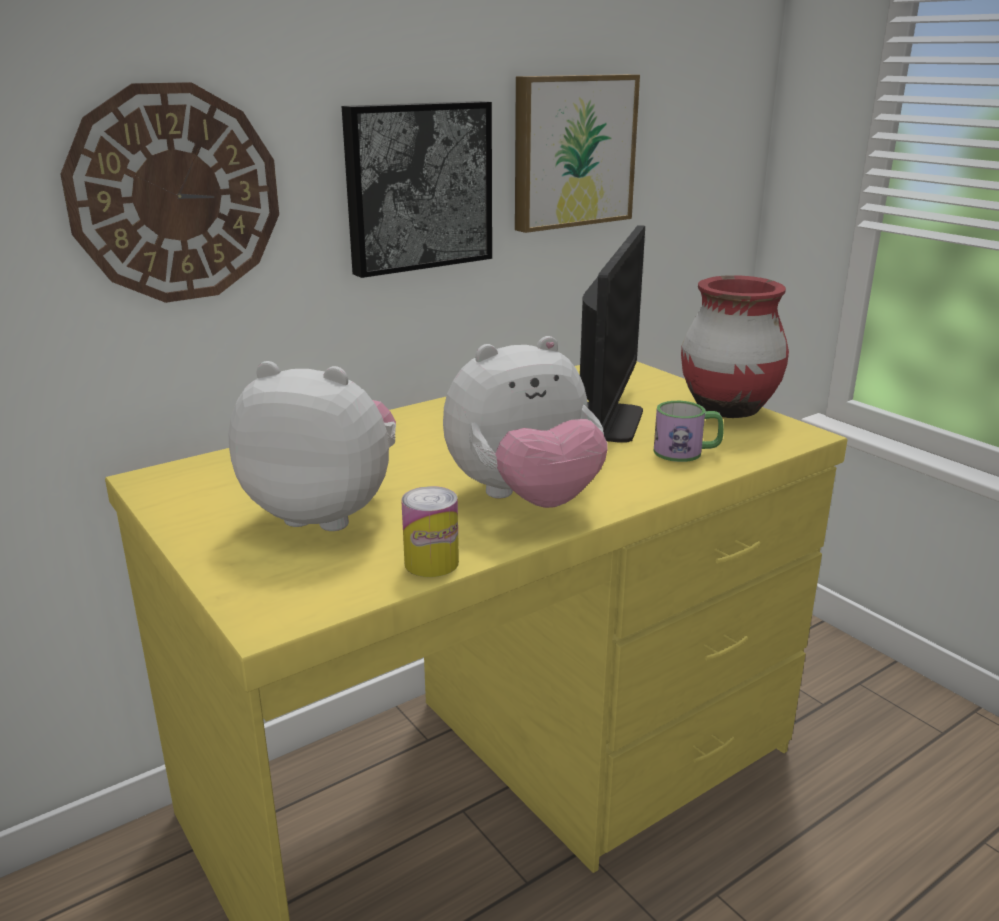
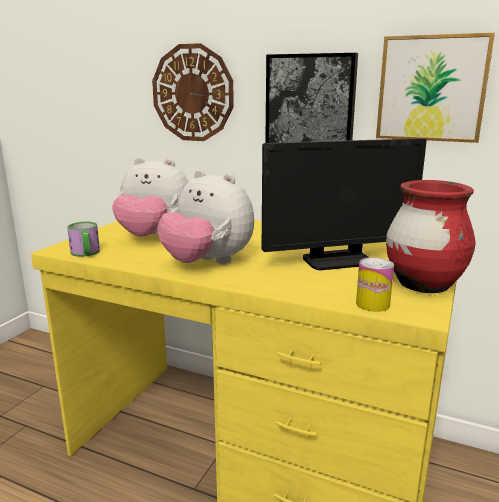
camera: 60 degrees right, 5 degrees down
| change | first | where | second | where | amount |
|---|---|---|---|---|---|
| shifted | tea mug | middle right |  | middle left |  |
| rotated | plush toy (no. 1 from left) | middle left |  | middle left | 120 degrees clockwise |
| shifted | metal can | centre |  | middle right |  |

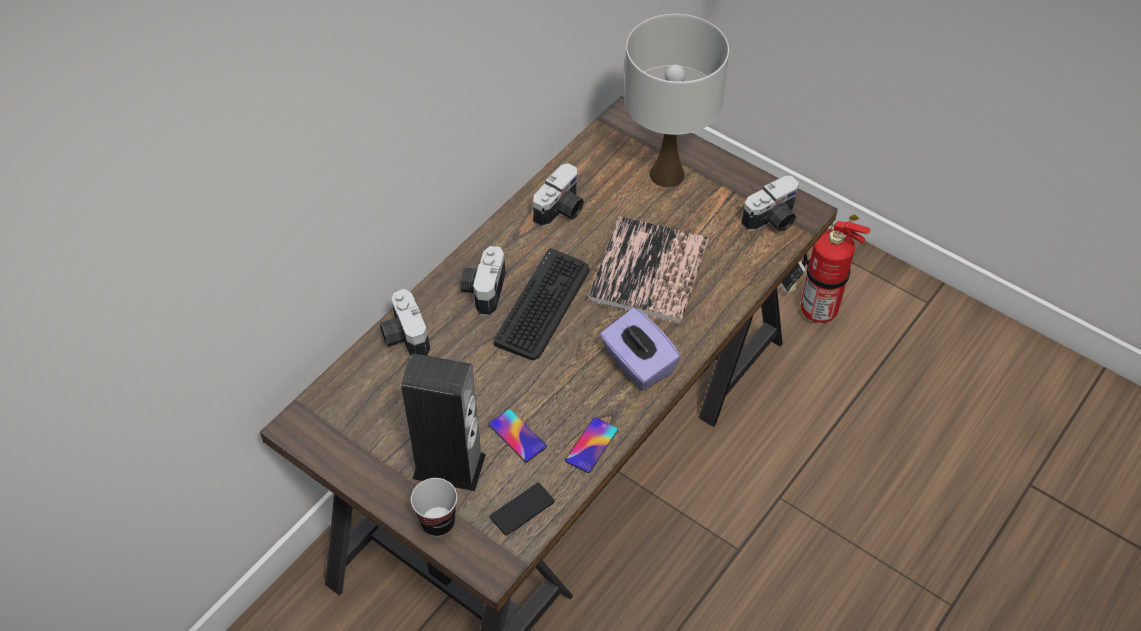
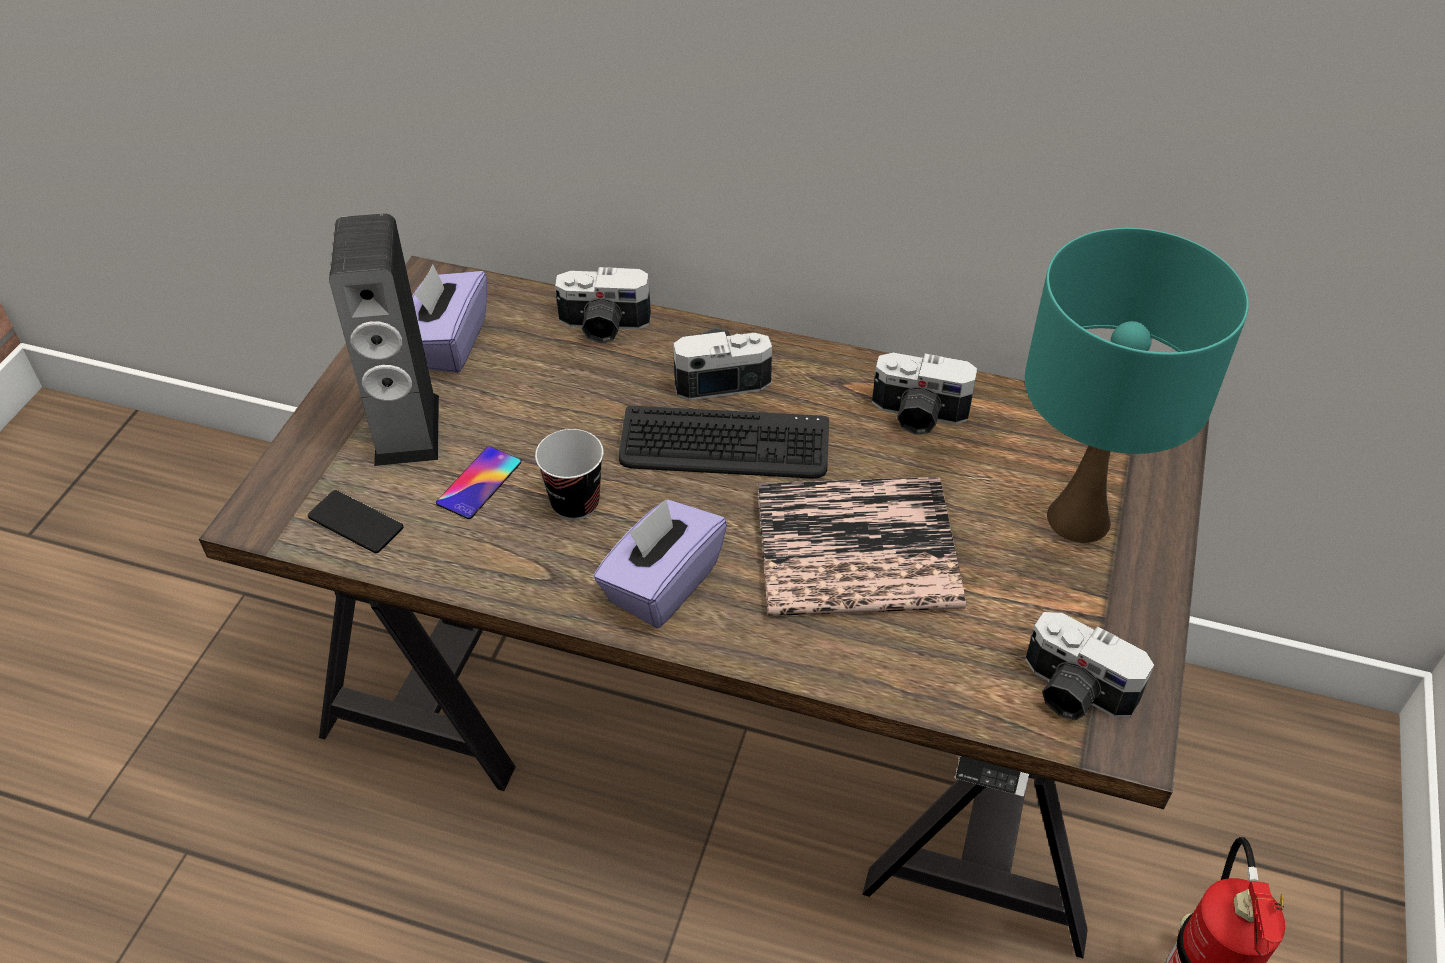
camera: 70 degrees right, 5 degrees down
| change | first | where | second | where | amount |
|---|---|---|---|---|---|
| new |  |  | purple-coloured tissue holder (no. 1 from left) | top left |  |
| shifted | small cup | bottom centre |  | centre |  |
| rotated | photo camera (no. 1 from left) | centre |  | top centre | 135 degrees counterclockwise |
| repainted | white lamp for a table | top centre | turquoise-coloured lamp for a table | middle right |  |
| gone | telephone (no. 3 from left) | bottom centre |  |  |  |

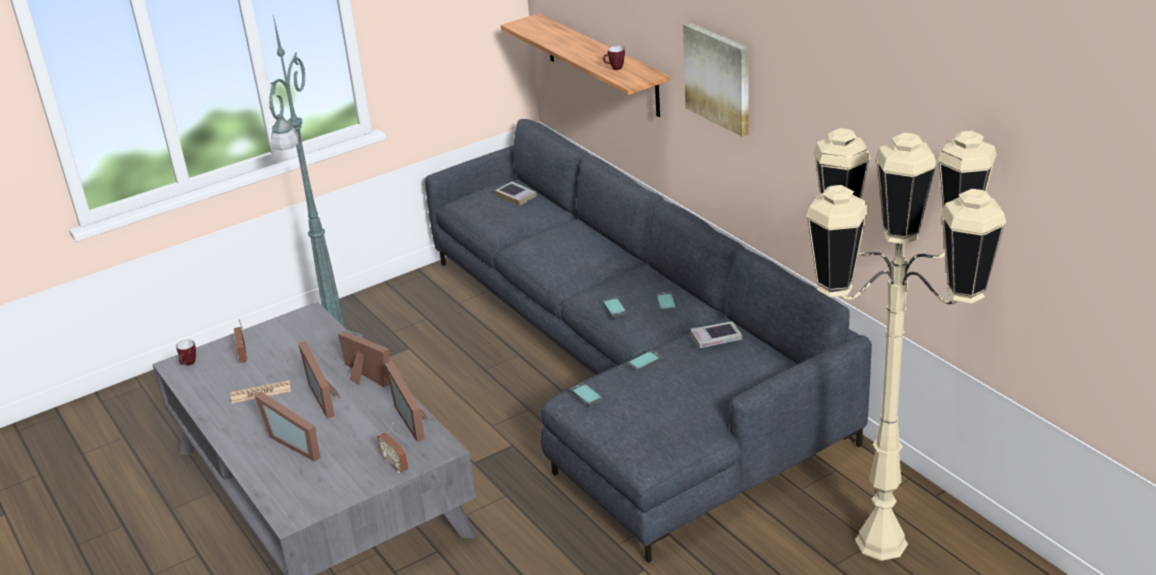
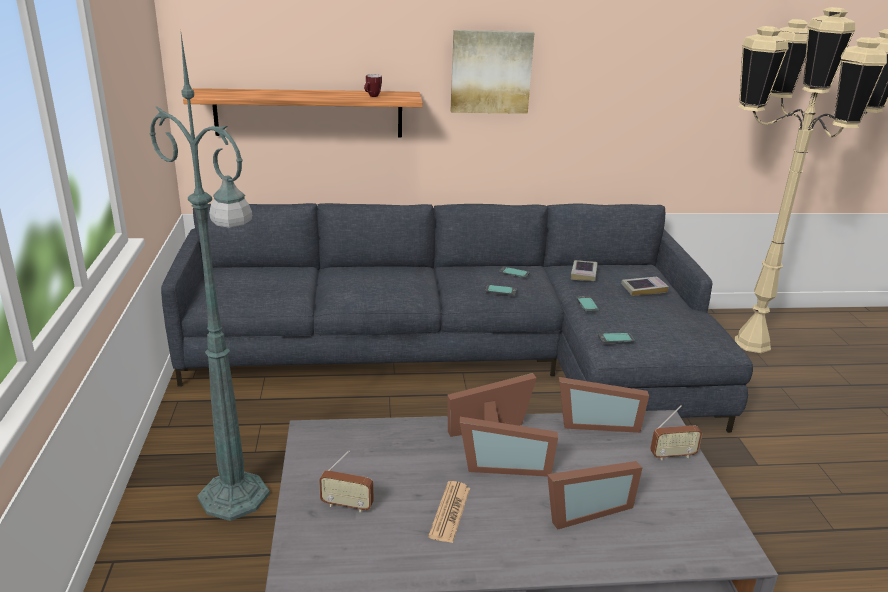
camera: 65 degrees left, 5 degrees down
| change | first | where | second | where | amount |
|---|---|---|---|---|---|
| shifted | book (no. 1 from left in the first image) | centre | book (no. 2 from left) | middle right |  |
| gone | tea mug (no. 1 from left) | middle left |  |  |  |

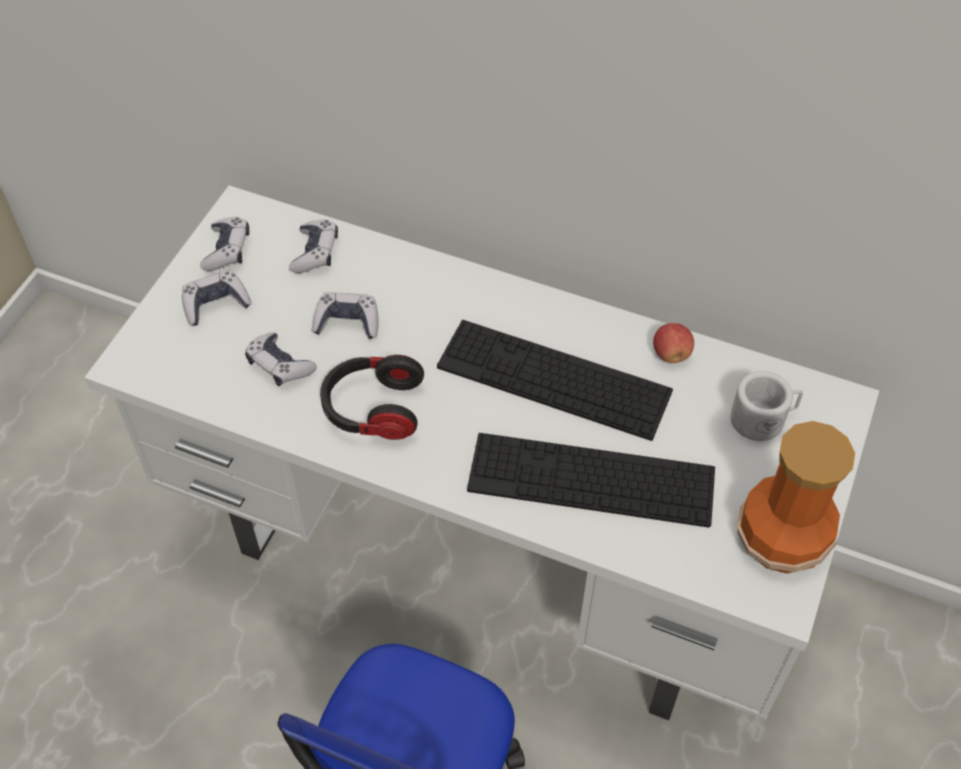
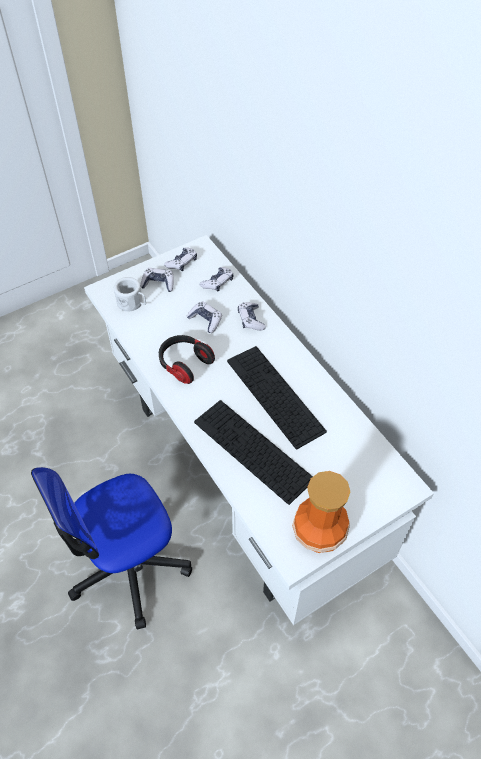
camera: 35 degrees right, 0 degrees up
| change | first | where | second | where | amount |
|---|---|---|---|---|---|
| shifted | white tea mug | middle right |  | middle left |  |
| shifted | gamepad (no. 3 from left in the first image) | middle left | gamepad (no. 5 from left) | centre |  |
| gone | apple | middle right |  |  |  |

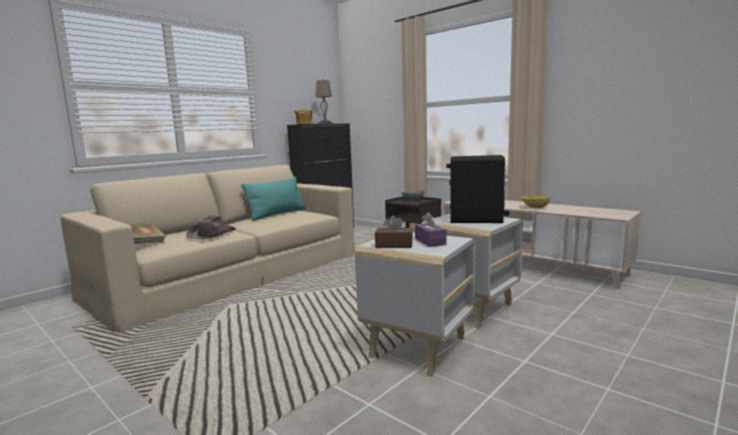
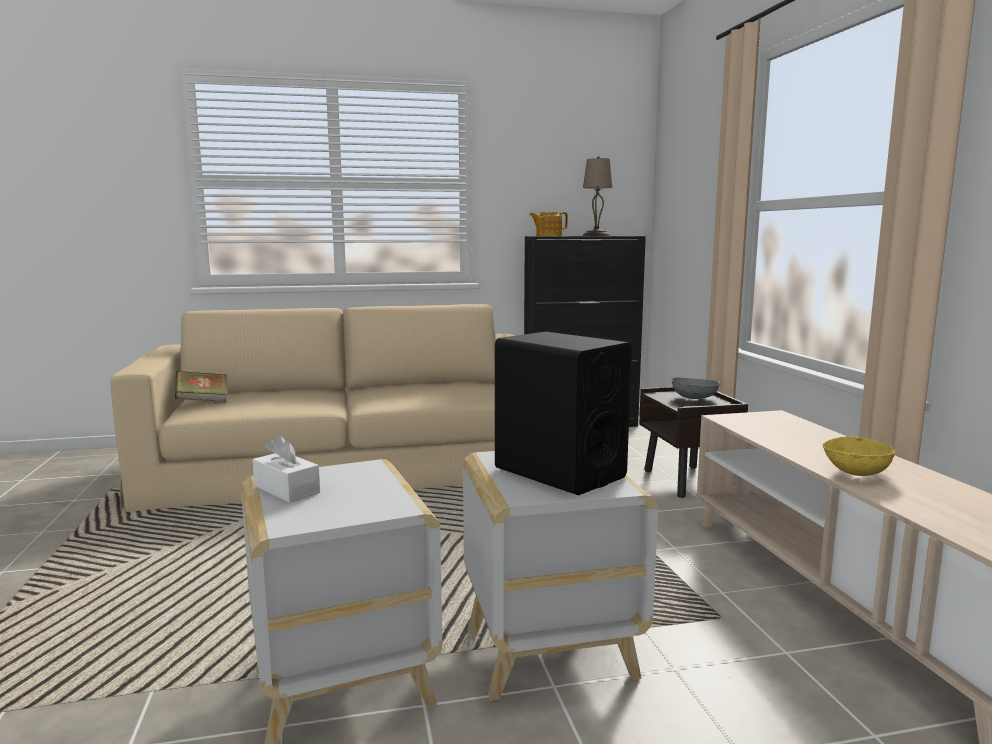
camera: 35 degrees right, 0 degrees up
| change | first | where | second | where | amount |
|---|---|---|---|---|---|
| repainted | brown tissue holder | centre | white tissue holder | middle left |  |
| gone | brown wearable hat | middle left |  |  |  |
| gone | turquoise-coloured throw pillow | centre |  |  |  |
| gone | purple-coloured tissue holder | centre |  |  |  |

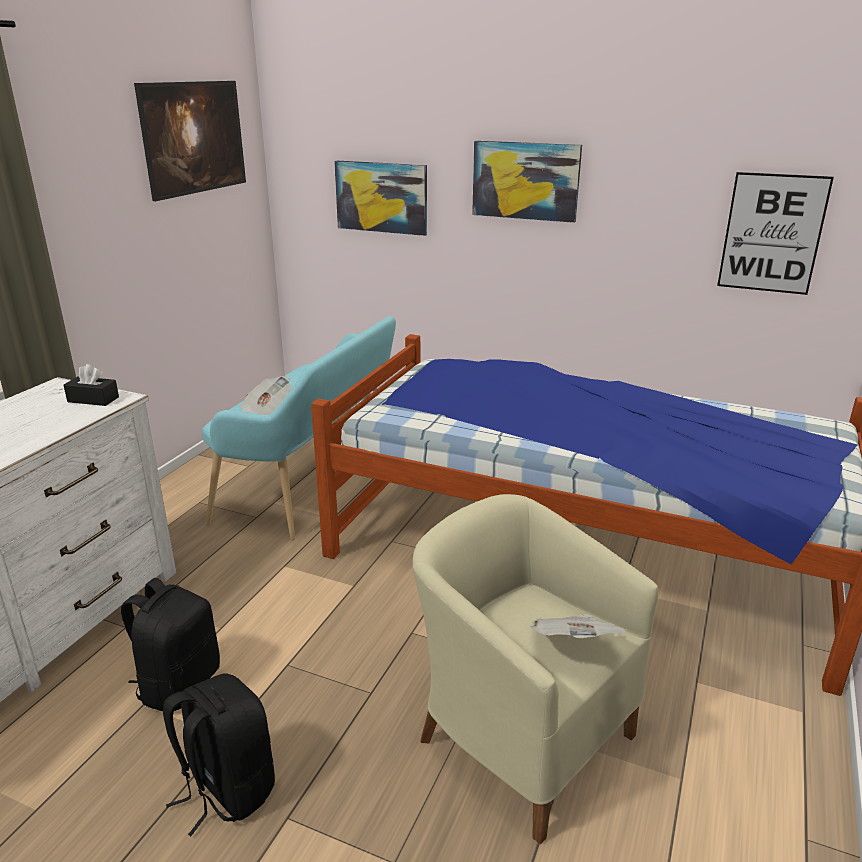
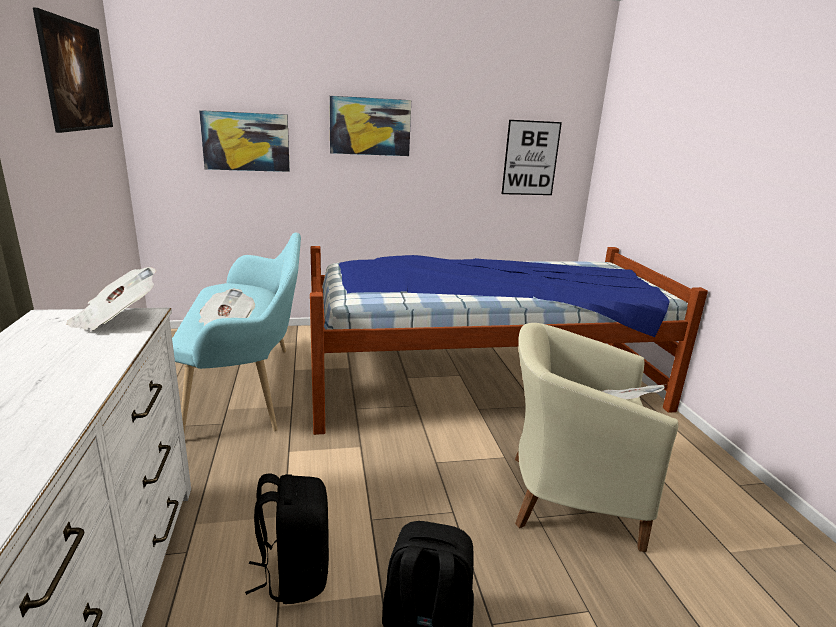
camera: 35 degrees left, 5 degrees down
| change | first | where | second | where | amount |
|---|---|---|---|---|---|
| swapped | blackish tissue holder | middle left | newspaper (no. 1 from left) | middle left |  |

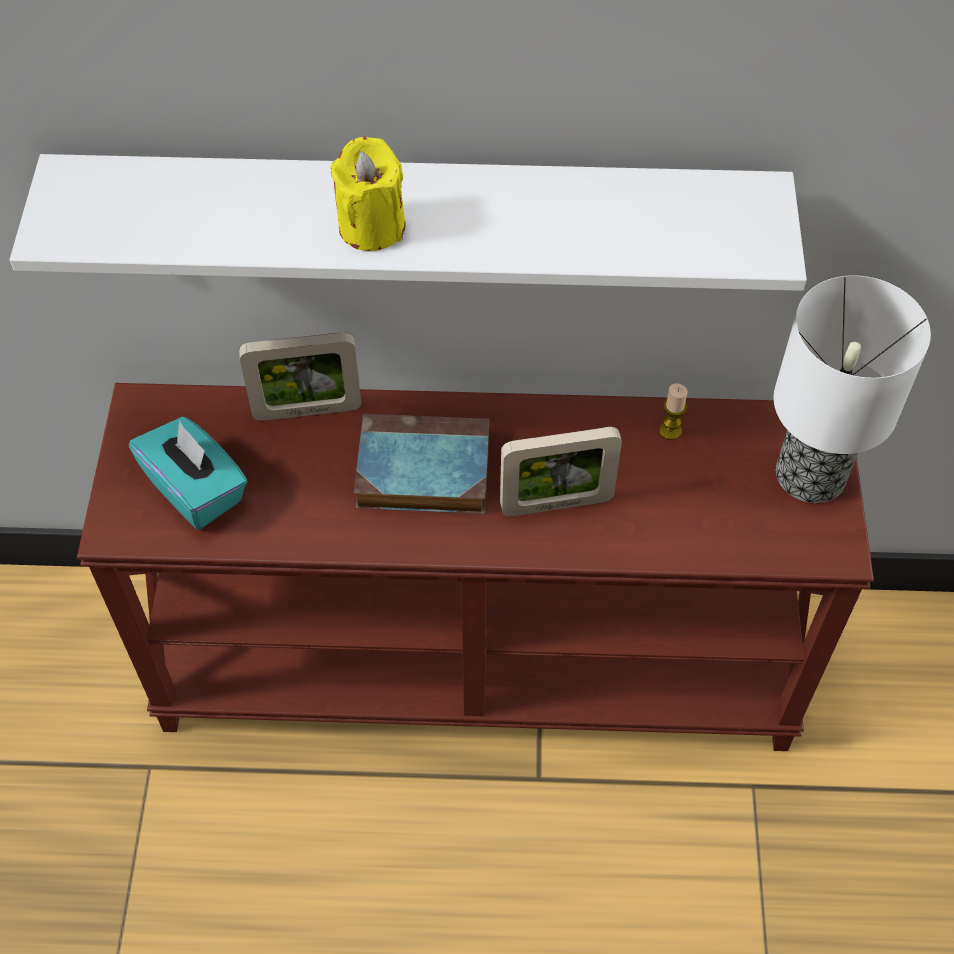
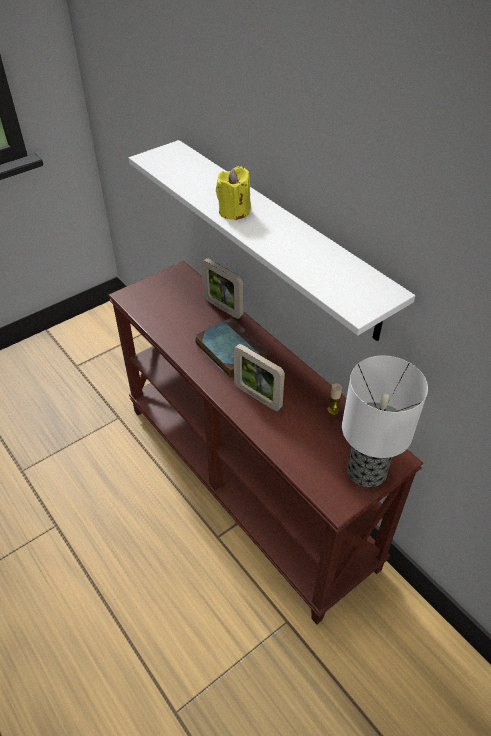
camera: 50 degrees right, 10 degrees down
| change | first | where | second | where | amount |
|---|---|---|---|---|---|
| gone | turquoise-coloured tissue holder | middle left |  |  |  |

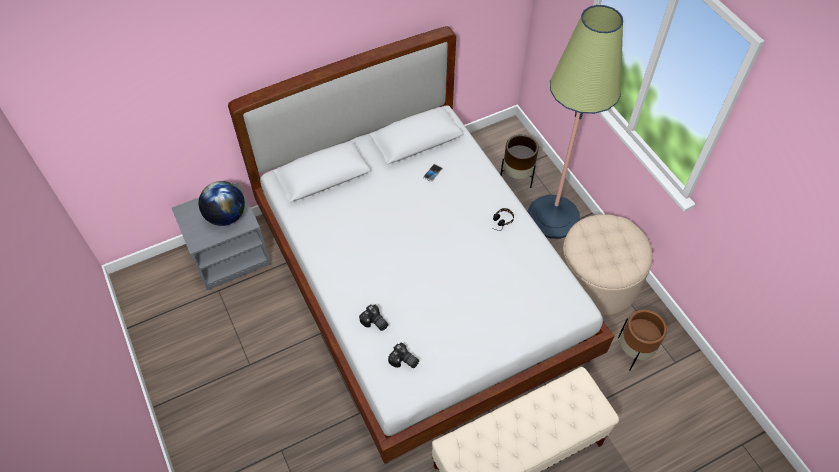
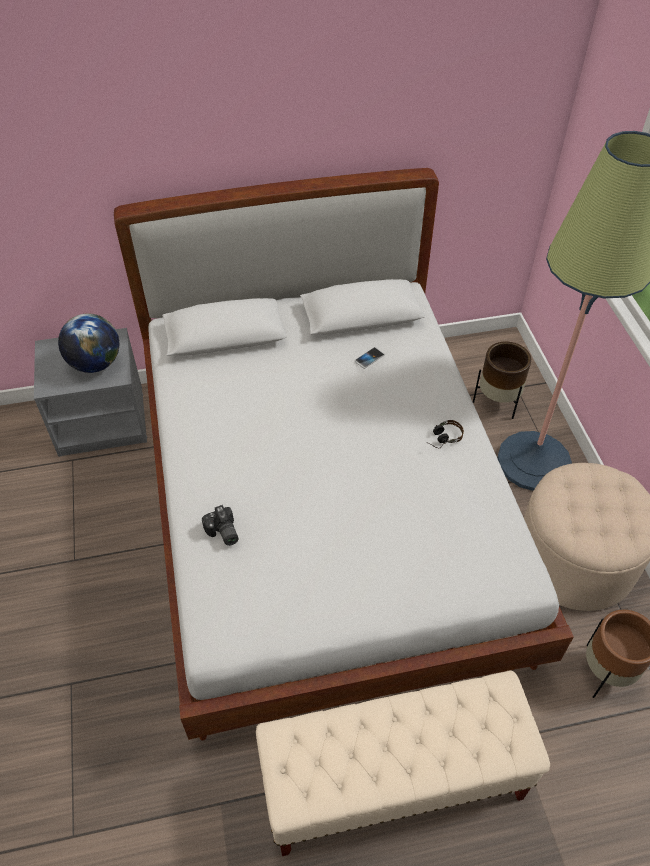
camera: 15 degrees right, 5 degrees down
| change | first | where | second | where | amount |
|---|---|---|---|---|---|
| gone | photo camera (no. 2 from left) | bottom centre |  |  |  |

